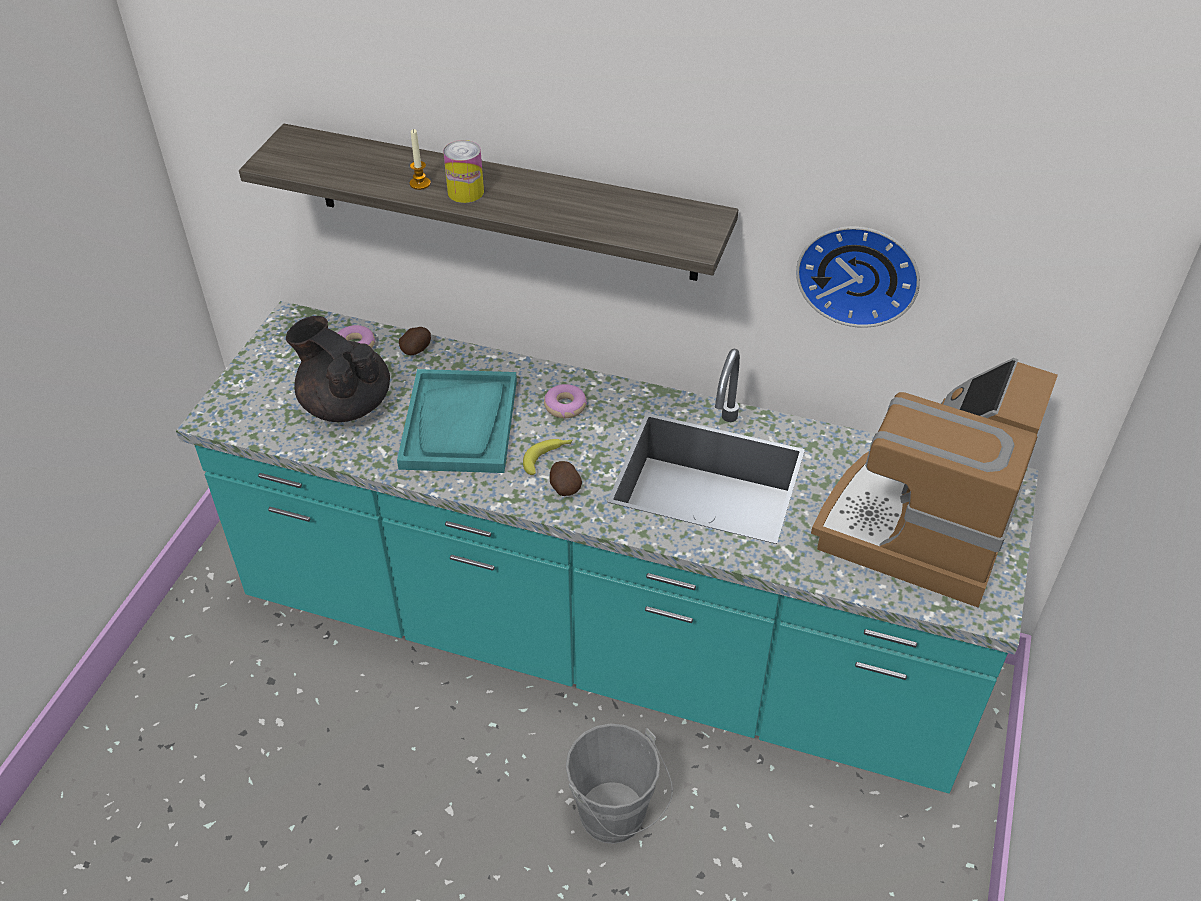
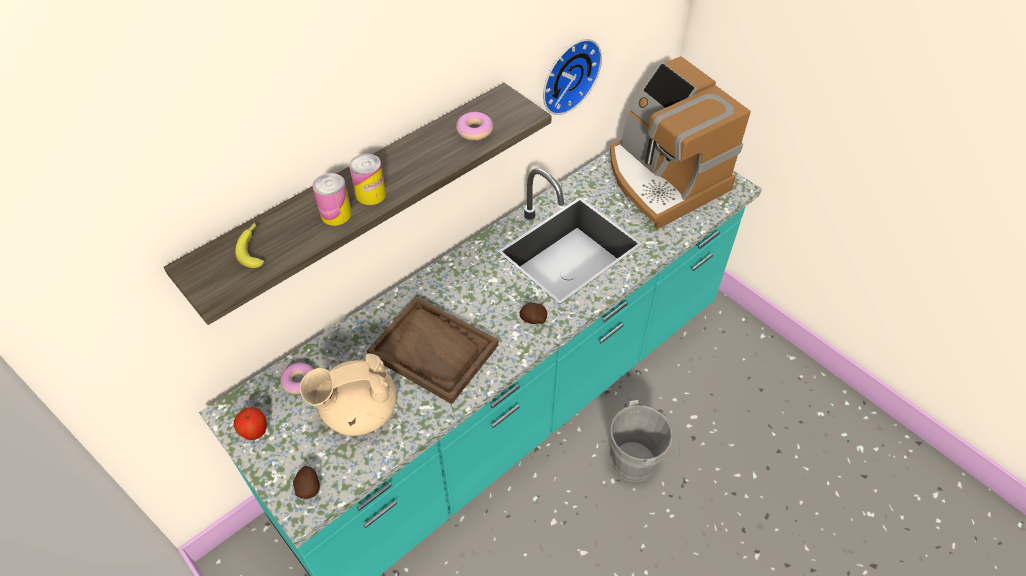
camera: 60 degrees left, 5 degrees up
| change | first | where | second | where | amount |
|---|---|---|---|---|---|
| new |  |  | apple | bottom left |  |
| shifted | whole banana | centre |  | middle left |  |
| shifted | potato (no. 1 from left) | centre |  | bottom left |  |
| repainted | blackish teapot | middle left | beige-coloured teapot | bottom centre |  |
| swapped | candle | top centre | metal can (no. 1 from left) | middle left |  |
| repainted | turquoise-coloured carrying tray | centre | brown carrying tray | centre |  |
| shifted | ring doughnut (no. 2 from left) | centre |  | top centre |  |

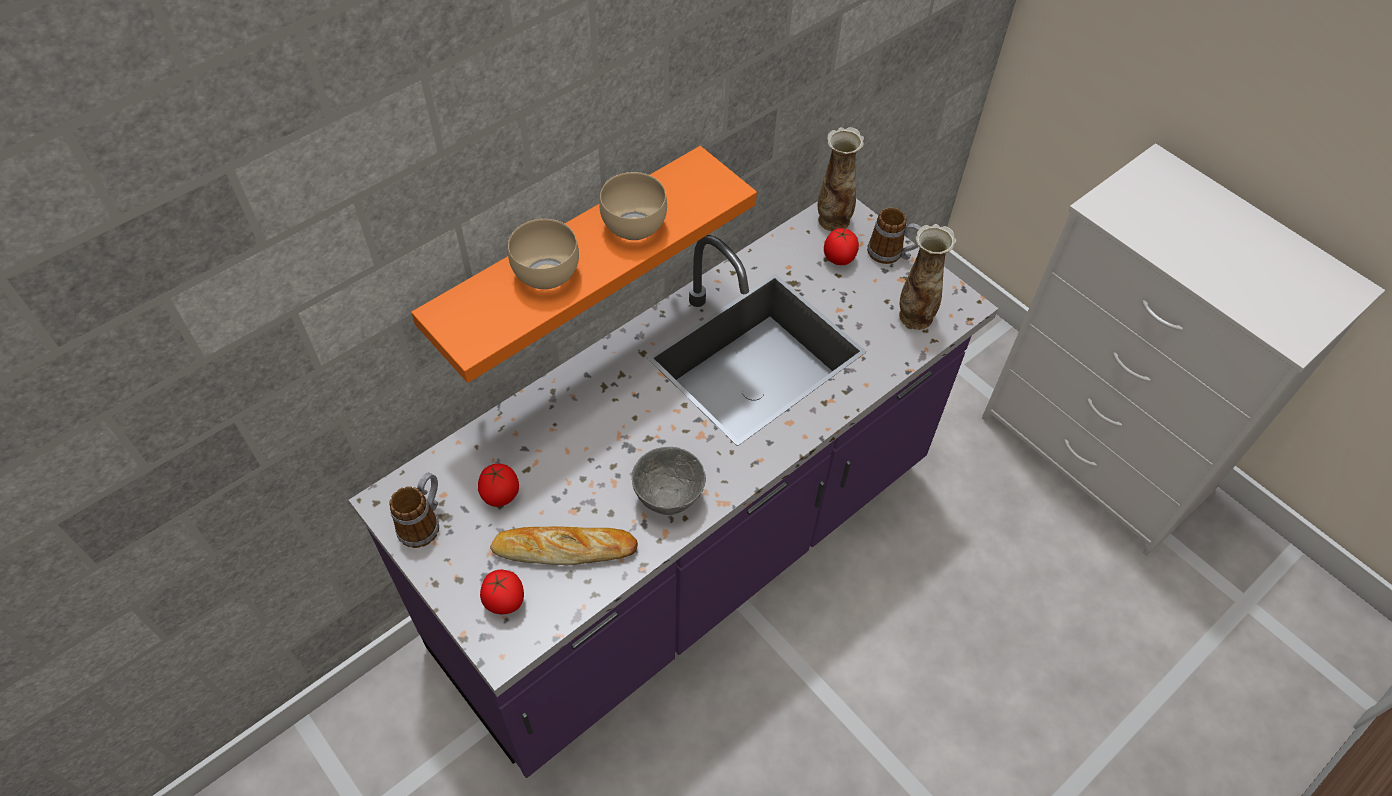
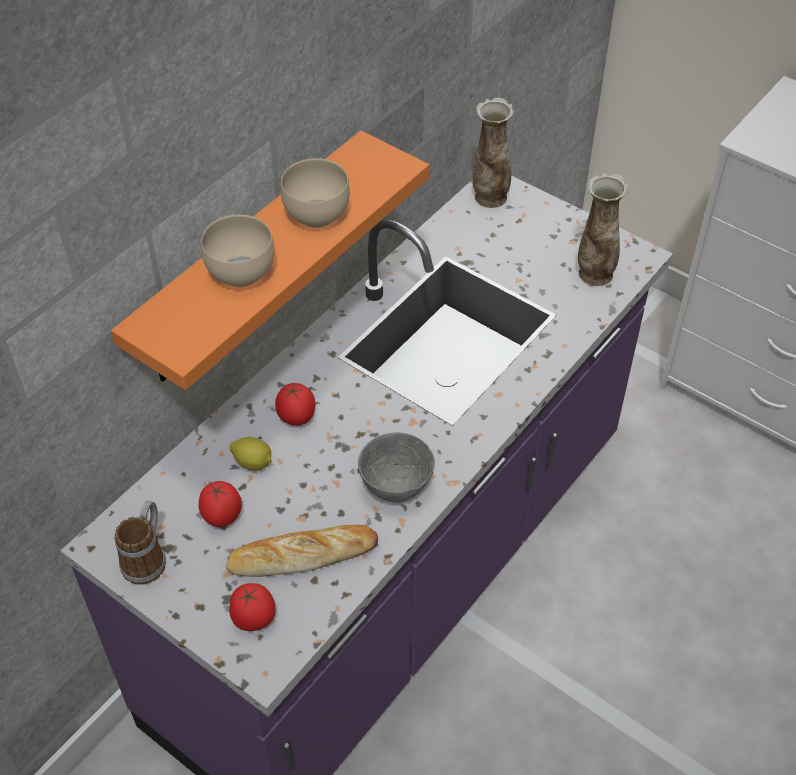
camera: 10 degrees left, 5 degrees down
| change | first | where | second | where | amount |
|---|---|---|---|---|---|
| new |  |  | lemon | middle left |  |
| shifted | fresh tomato (no. 3 from left) | top centre |  | centre |  |
| gone | tea mug (no. 2 from left) | top centre |  |  |  |

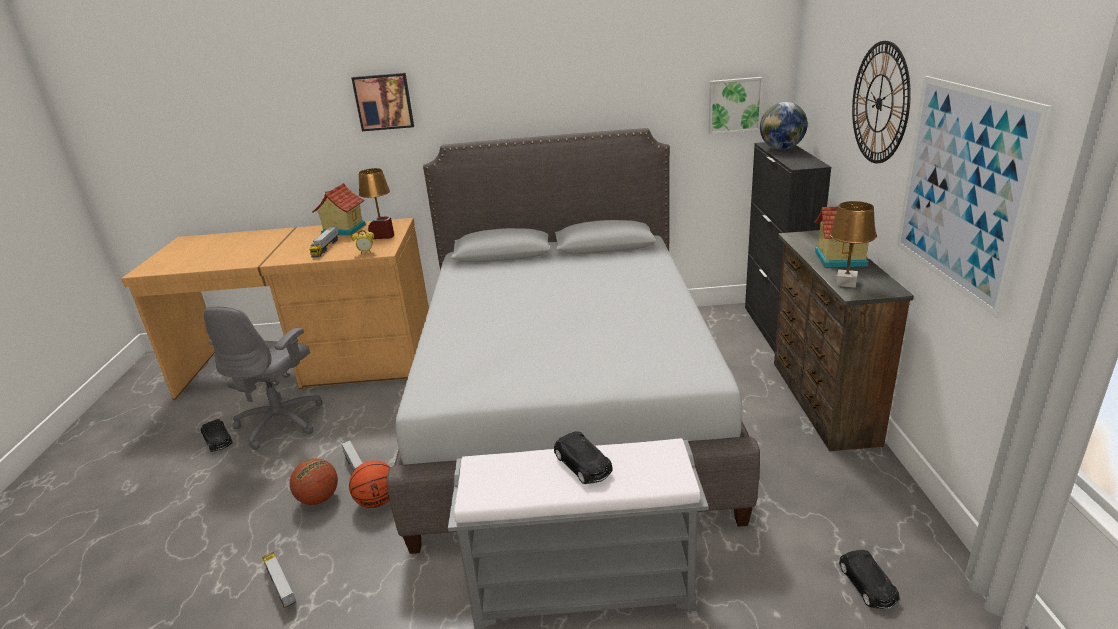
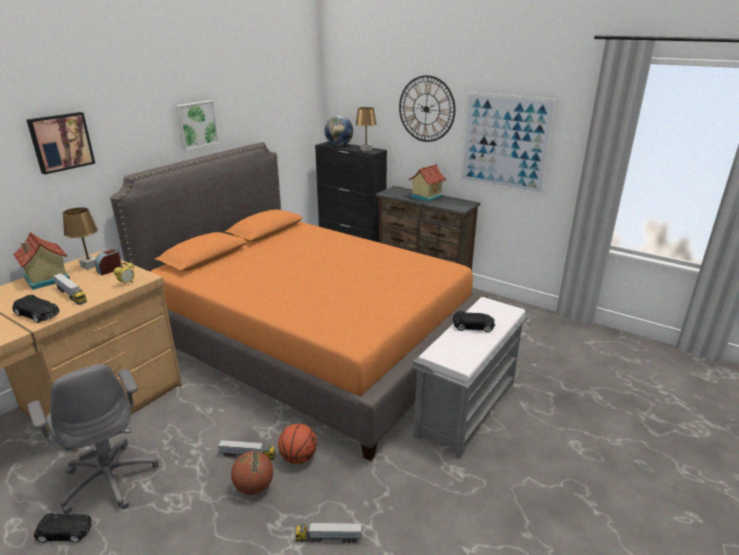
camera: 55 degrees left, 0 degrees up
| change | first | where | second | where | amount |
|---|---|---|---|---|---|
| shifted | blackish toy car (no. 3 from left in the first image) | bottom right | blackish toy car (no. 1 from left) | middle left |  |
| repainted | grey bed | centre | orange-coloured bed | centre |  |
| shifted | wall picture (no. 2 from left) | top centre |  | top left |  |
| shifted | brown lamp for a table (no. 2 from left) | middle right |  | top centre |  |

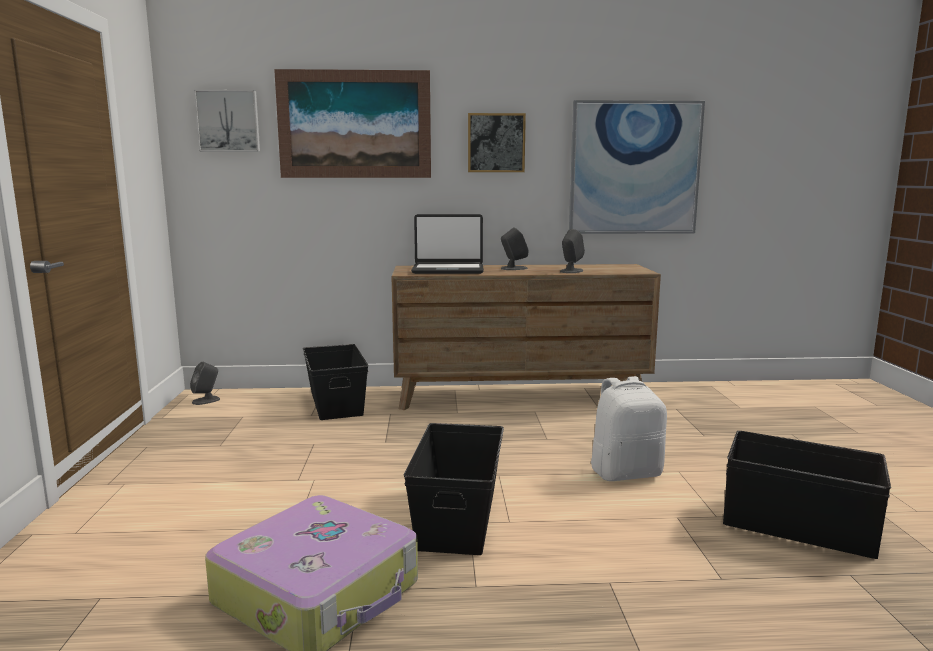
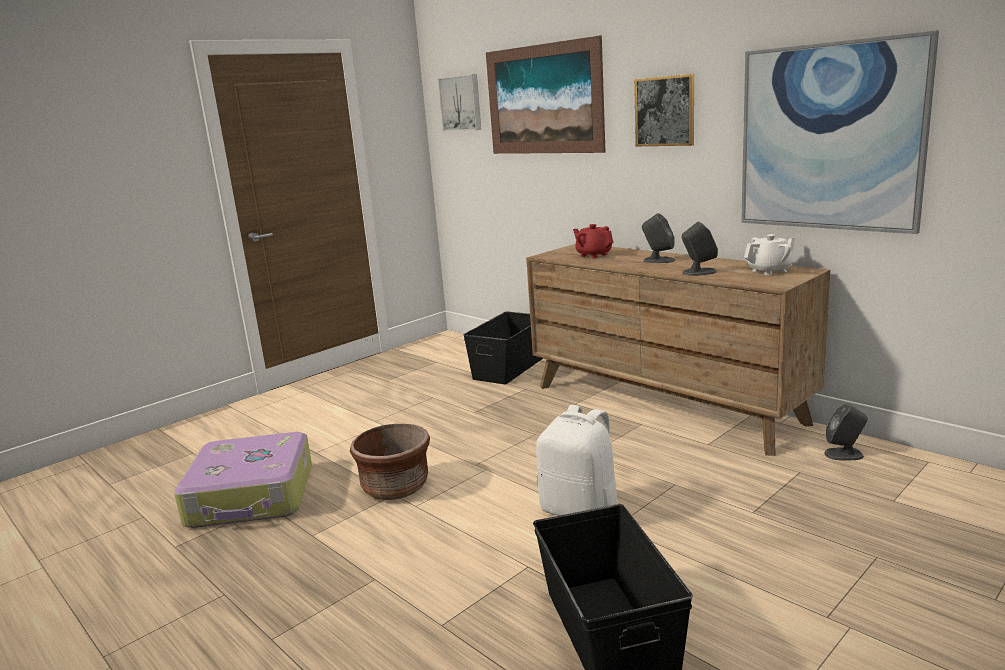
camera: 50 degrees right, 5 degrees up
| change | first | where | second | where | amount |
|---|---|---|---|---|---|
| swapped | blackish storage bin (no. 2 from left) | bottom centre | brown planter | bottom centre |  |
| swapped | notebook computer | centre | red-coloured teapot | centre |  |
| new |  |  | white teapot | middle right |  |
| shifted | grey audio speaker (no. 1 from left in the first image) | middle left | grey audio speaker (no. 3 from left) | middle right |  |

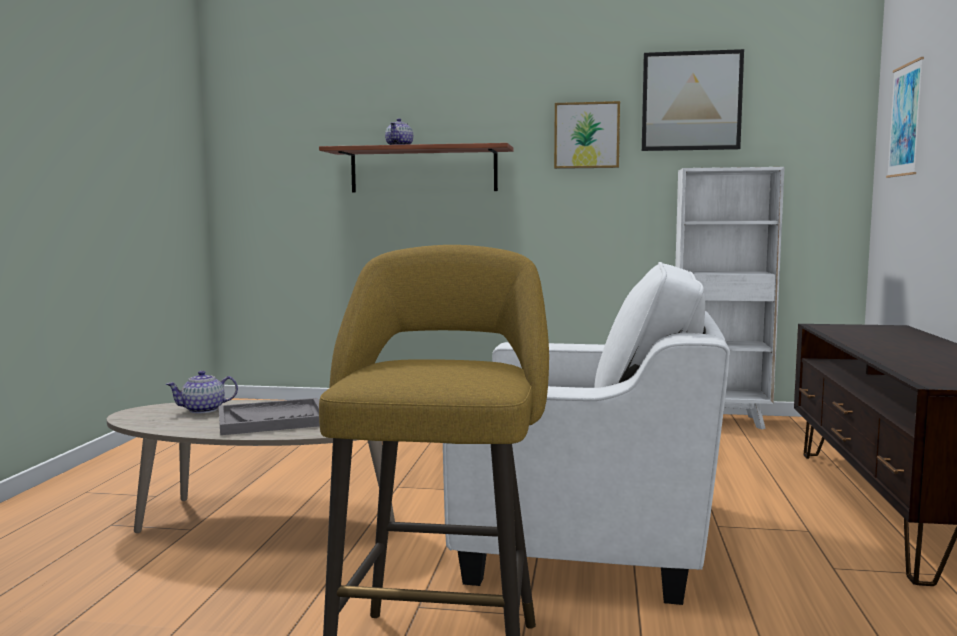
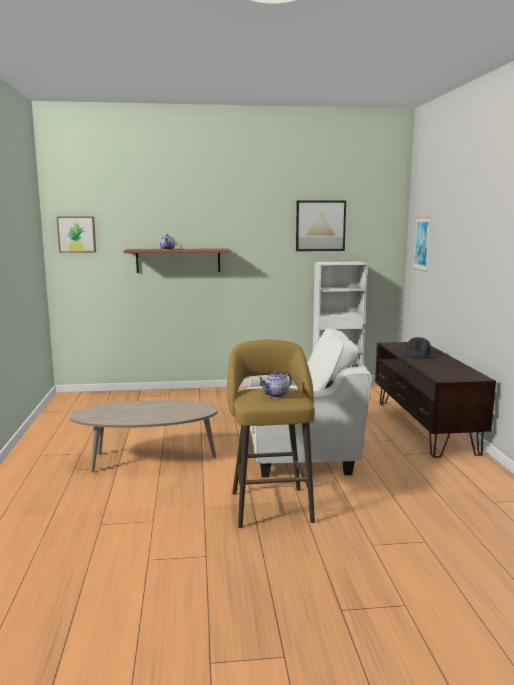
camera: 15 degrees left, 5 degrees up
| change | first | where | second | where | amount |
|---|---|---|---|---|---|
| shifted | wall picture (no. 1 from left) | top centre |  | middle left |  |
| shifted | teapot (no. 1 from left in the first image) | middle left | teapot (no. 2 from left) | centre |  |
| new |  |  | blackish wearable hat | middle right |  |
| gone | grey carrying tray | middle left |  |  |  |

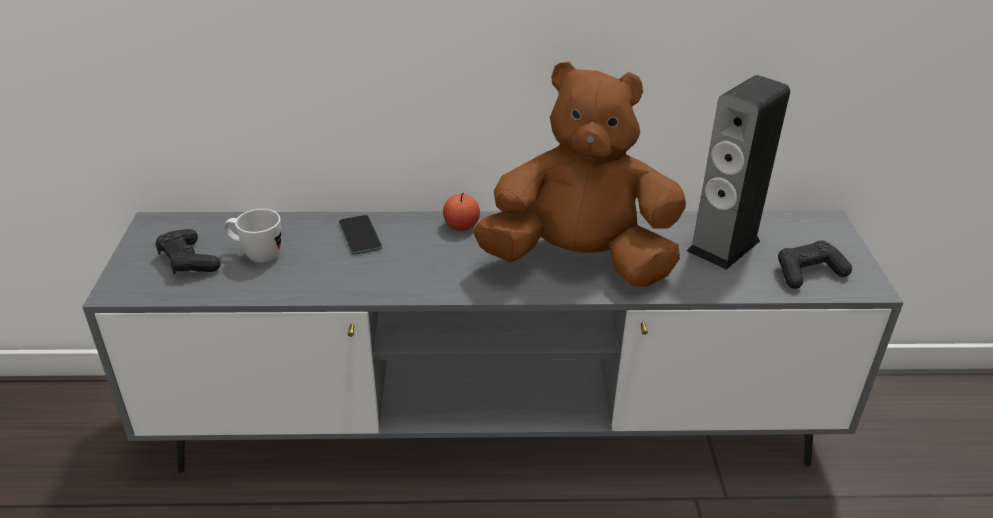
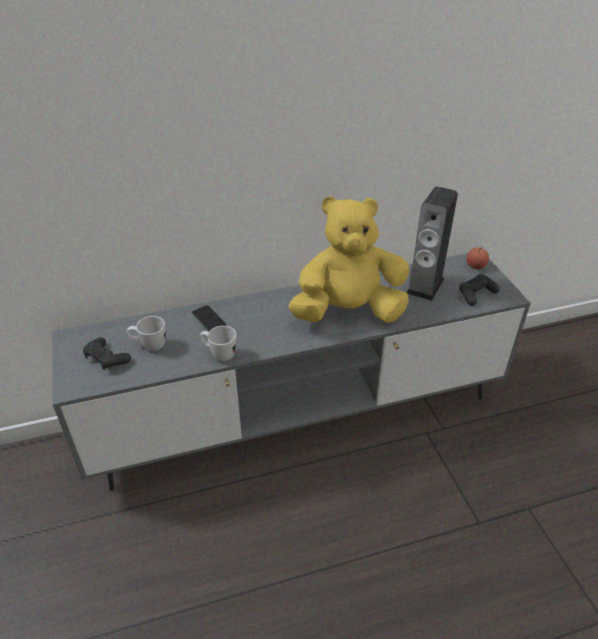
camera: 15 degrees left, 5 degrees up
| change | first | where | second | where | amount |
|---|---|---|---|---|---|
| new |  |  | white tea mug (no. 2 from left) | centre |  |
| repainted | brown plush toy | centre | yellowish plush toy | centre |  |
| shifted | apple | centre |  | middle right |  |

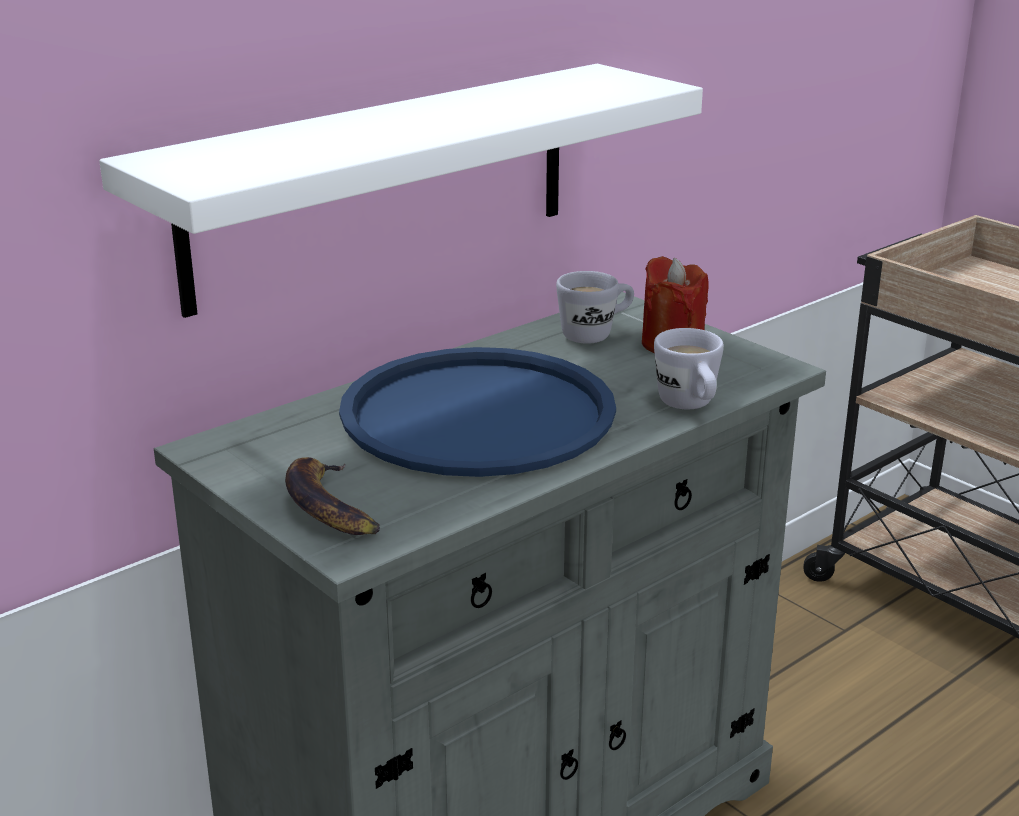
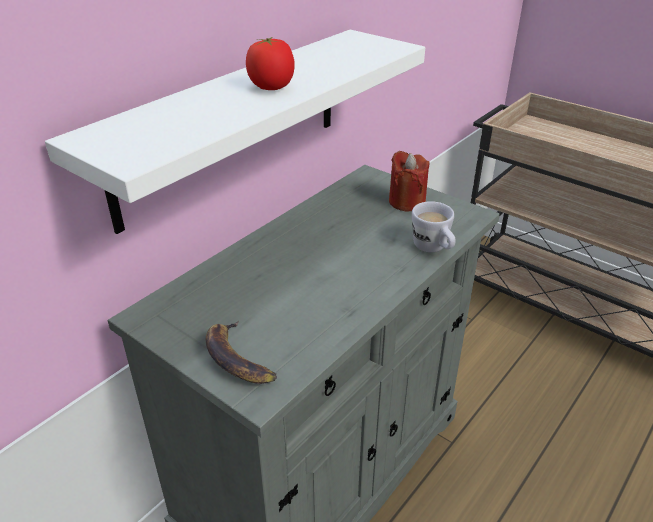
camera: 10 degrees left, 10 degrees up
| change | first | where | second | where | amount |
|---|---|---|---|---|---|
| new |  |  | fresh tomato | top centre |  |
| gone | bluish carrying tray | centre |  |  |  |
| gone | white tea mug (no. 1 from left) | centre |  |  |  |

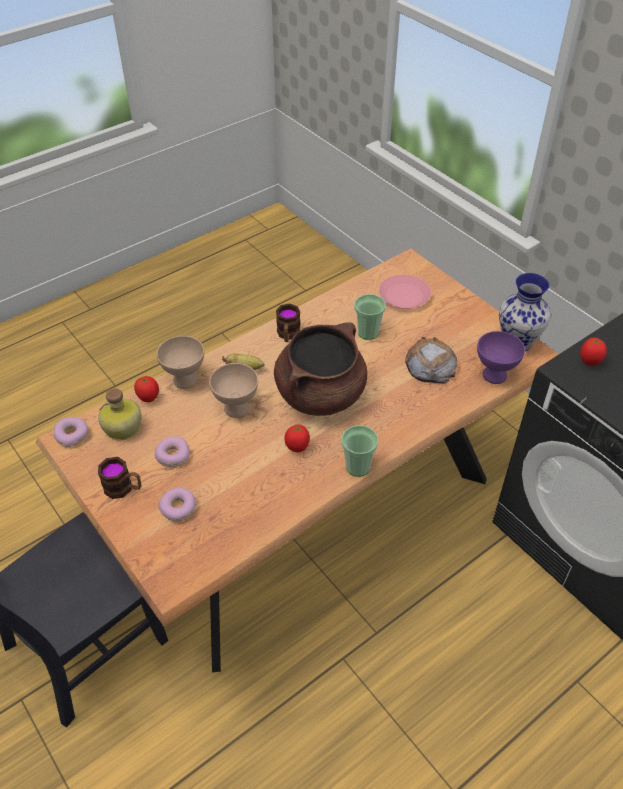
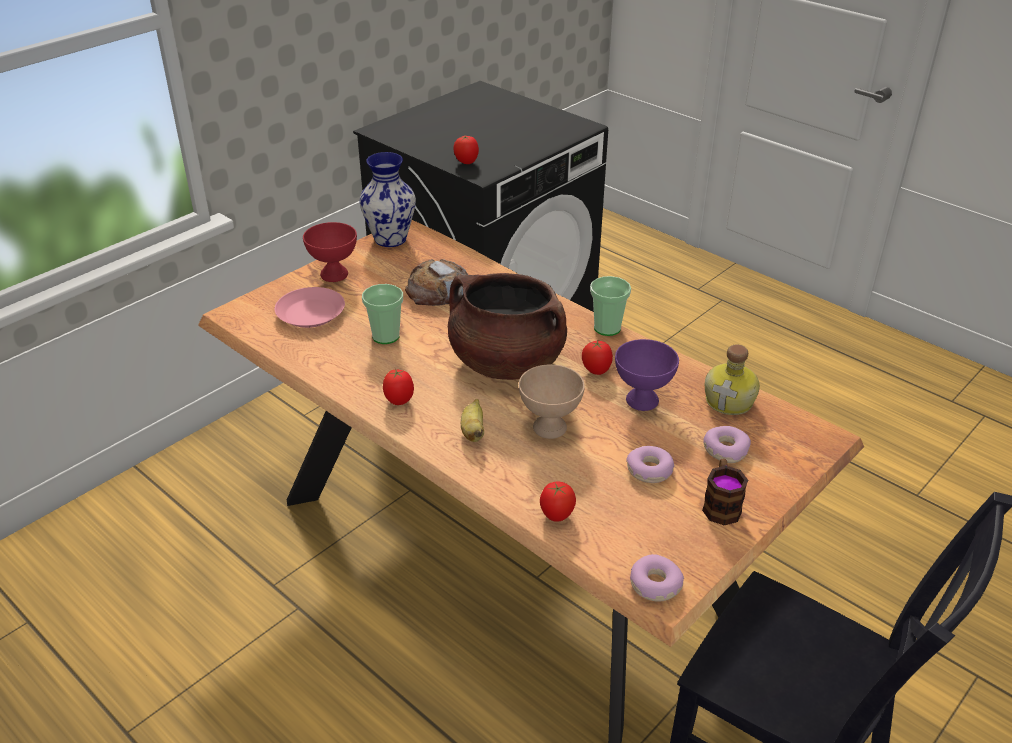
camera: 100 degrees left, 10 degrees down
| change | first | where | second | where | amount |
|---|---|---|---|---|---|
| new |  |  | red-coloured bowl | middle left |  |
| swapped | tea mug (no. 2 from left) | centre | fresh tomato (no. 1 from left) | centre |  |
| shifted | purple-coloured bowl | middle right |  | centre |  |
| shifted | drink bottle | middle left |  | middle right |  |
| gone | beige-coloured bowl (no. 1 from left) | middle left |  |  |  |

